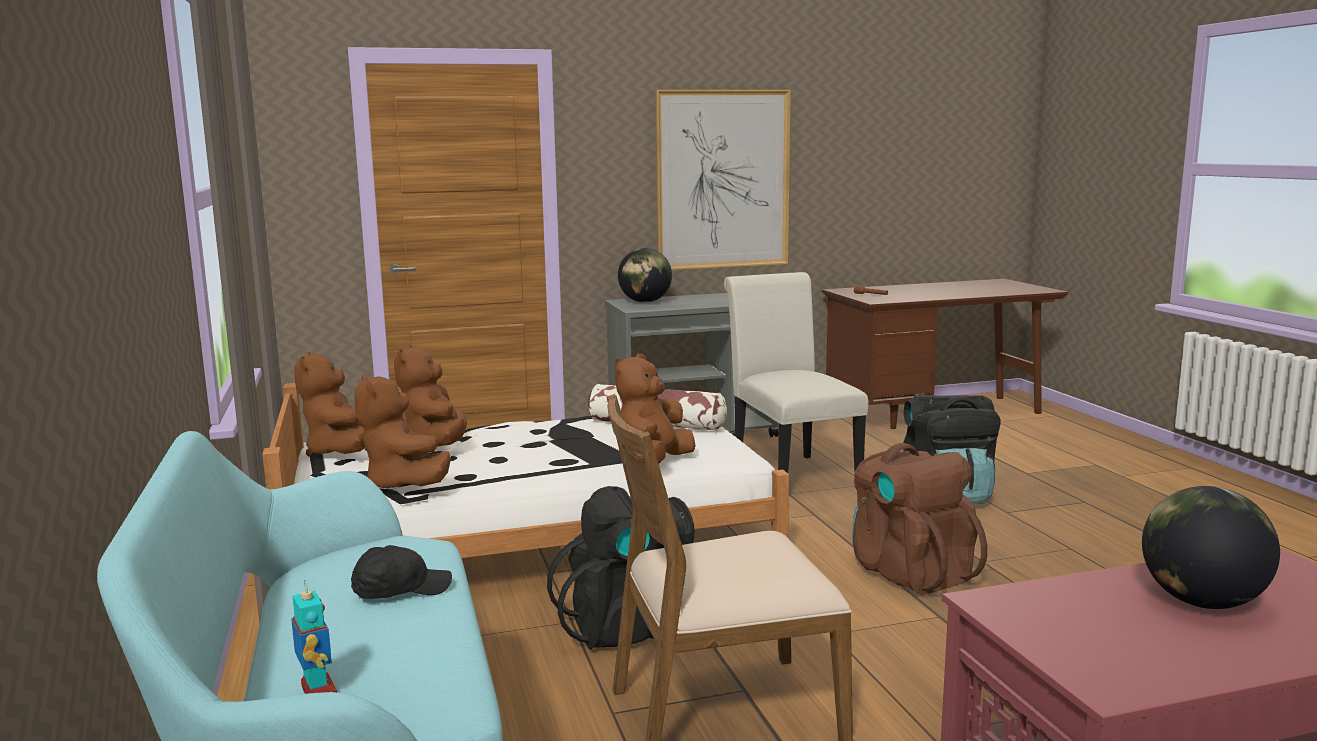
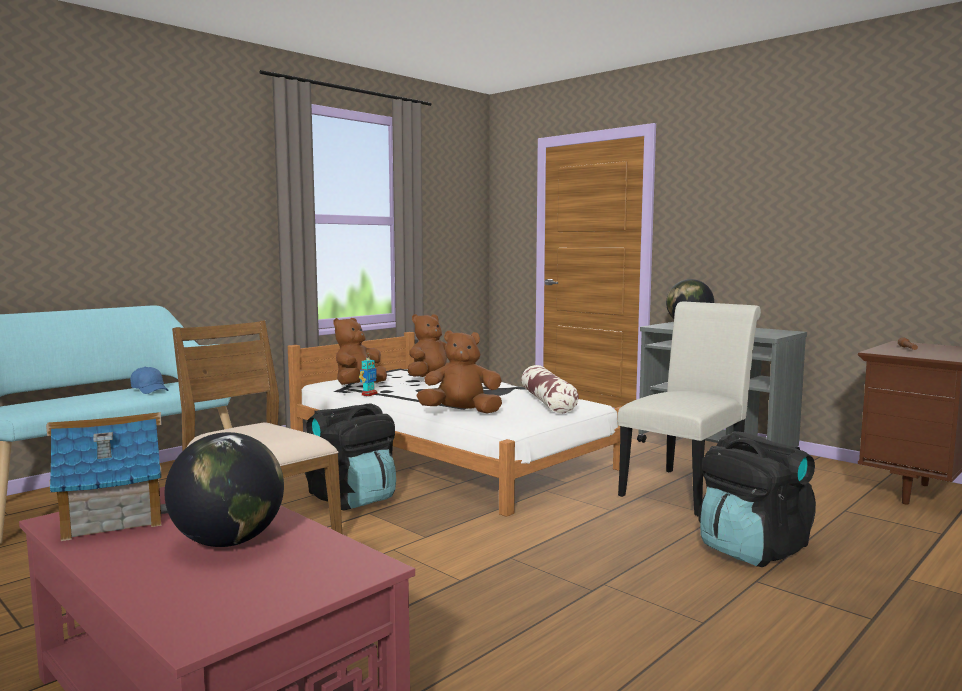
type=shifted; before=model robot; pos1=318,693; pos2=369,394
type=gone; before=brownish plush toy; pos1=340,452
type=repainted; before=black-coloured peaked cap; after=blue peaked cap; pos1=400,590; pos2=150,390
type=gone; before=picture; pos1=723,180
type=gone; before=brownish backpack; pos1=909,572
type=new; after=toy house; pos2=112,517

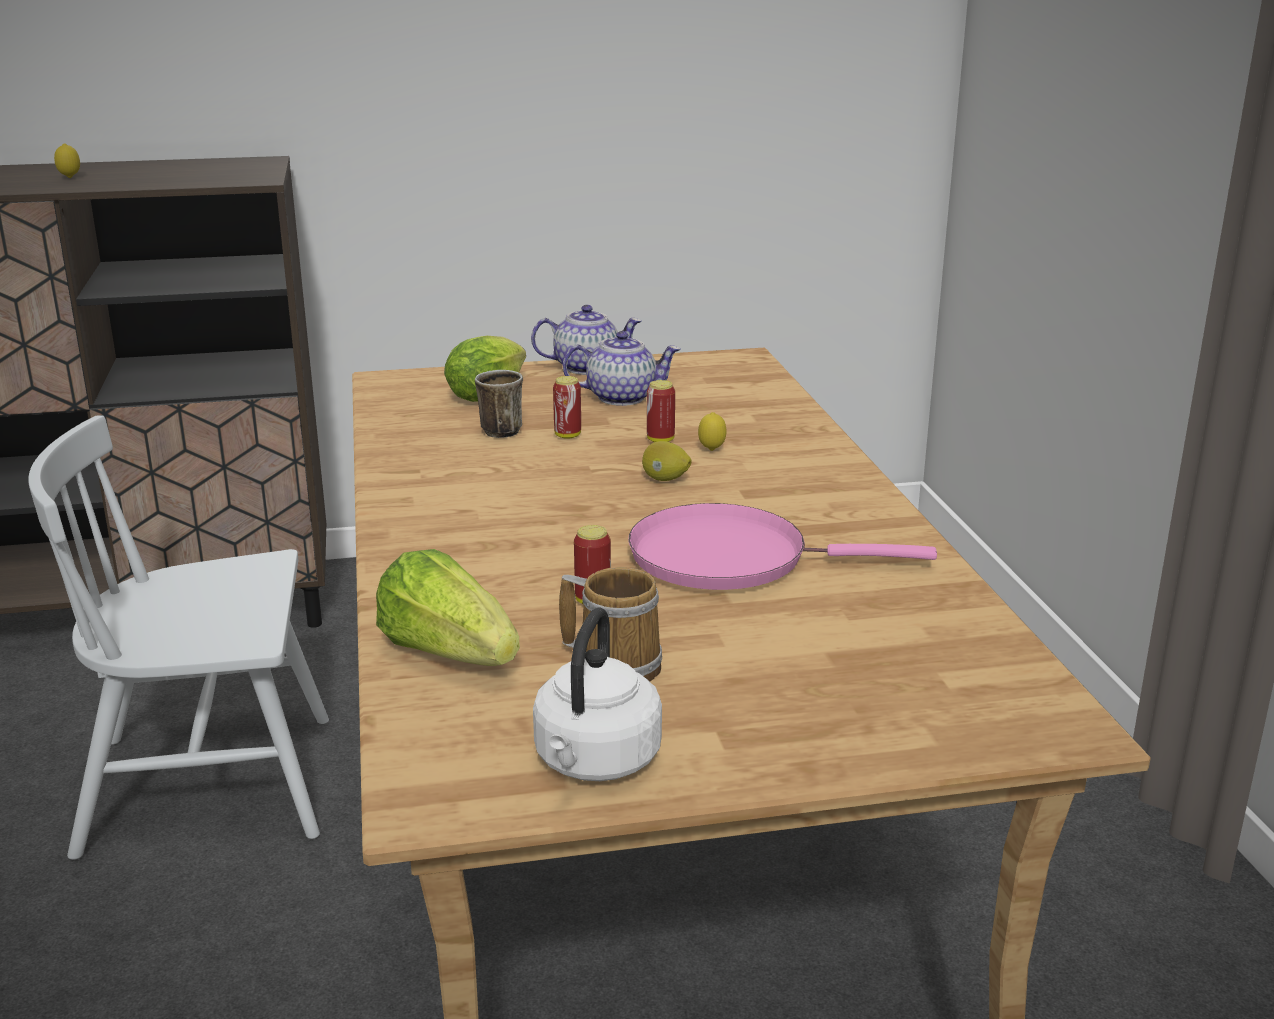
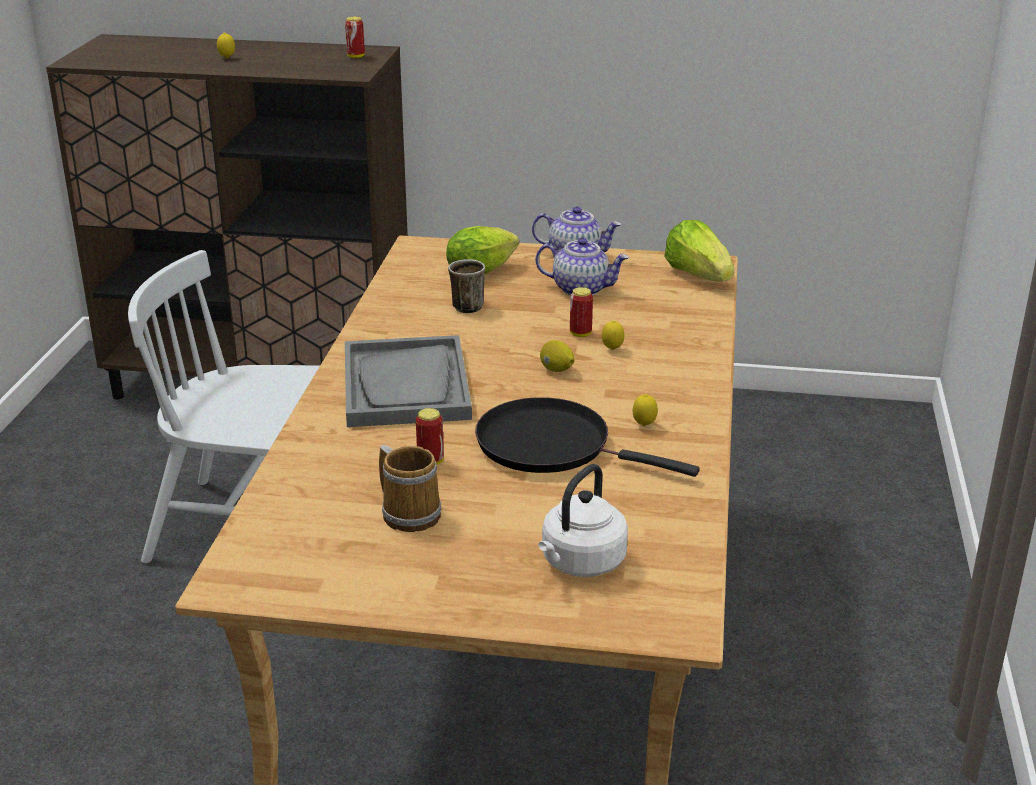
type=shifted; before=lettuce head; pos1=448,653; pos2=699,276
type=shifted; before=white-coloured kettle; pos1=595,763; pos2=580,563
type=shifted; before=can; pos1=567,435; pos2=356,57
type=repainted; before=pink pan; after=black-coloured pan; pos1=730,558; pos2=552,446
type=new; after=grey serving tray; pos2=406,385
type=new; after=whole lemon; pos2=644,425

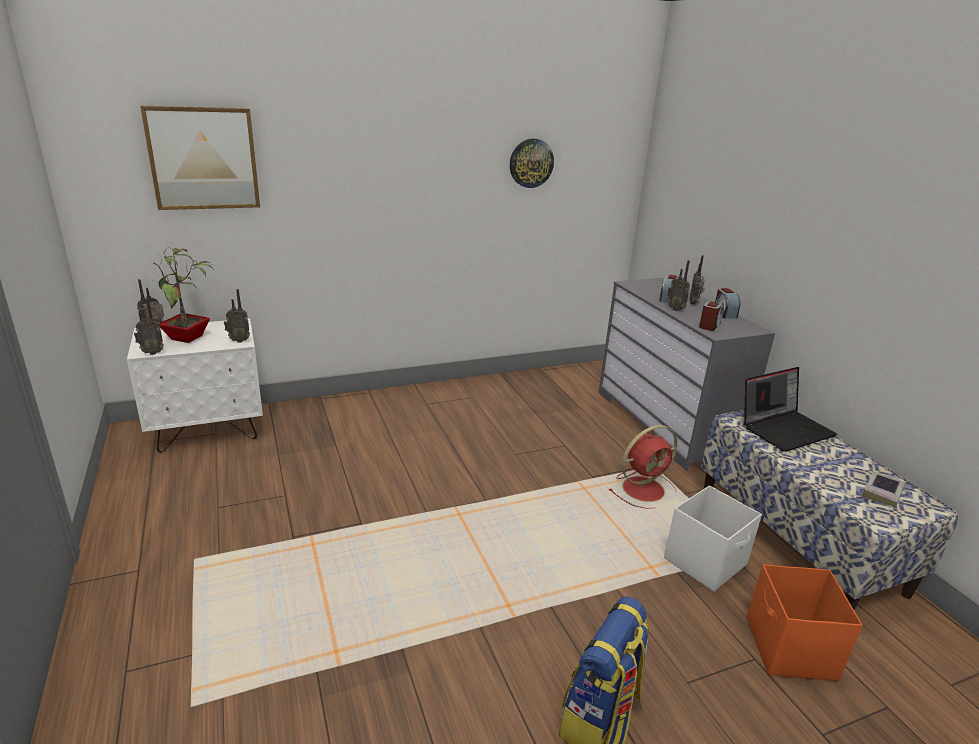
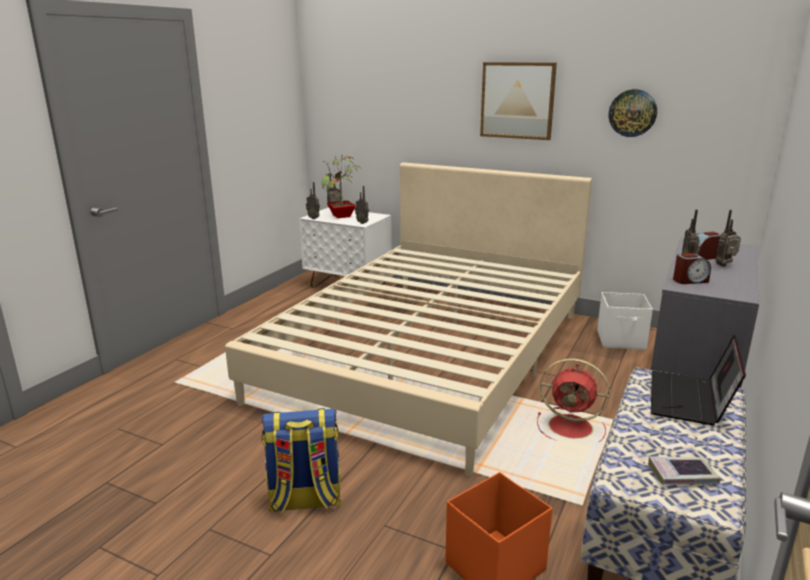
type=shifted; before=picture; pos1=203,158; pos2=517,100
type=shifted; before=white-coloured storage bin; pos1=706,562; pos2=621,340
type=gone; before=bedside clock; pos1=724,313
type=rotated; before=laptop; pos1=785,428; pos2=690,401; turn=90
type=new; after=beige-coloured bedroom bed; pos2=430,354

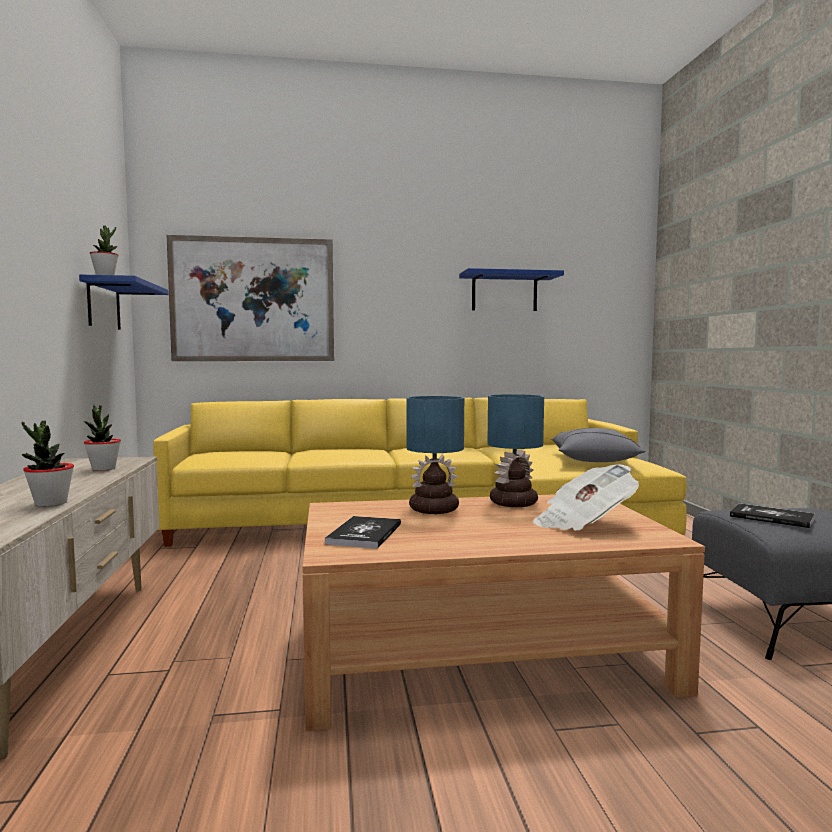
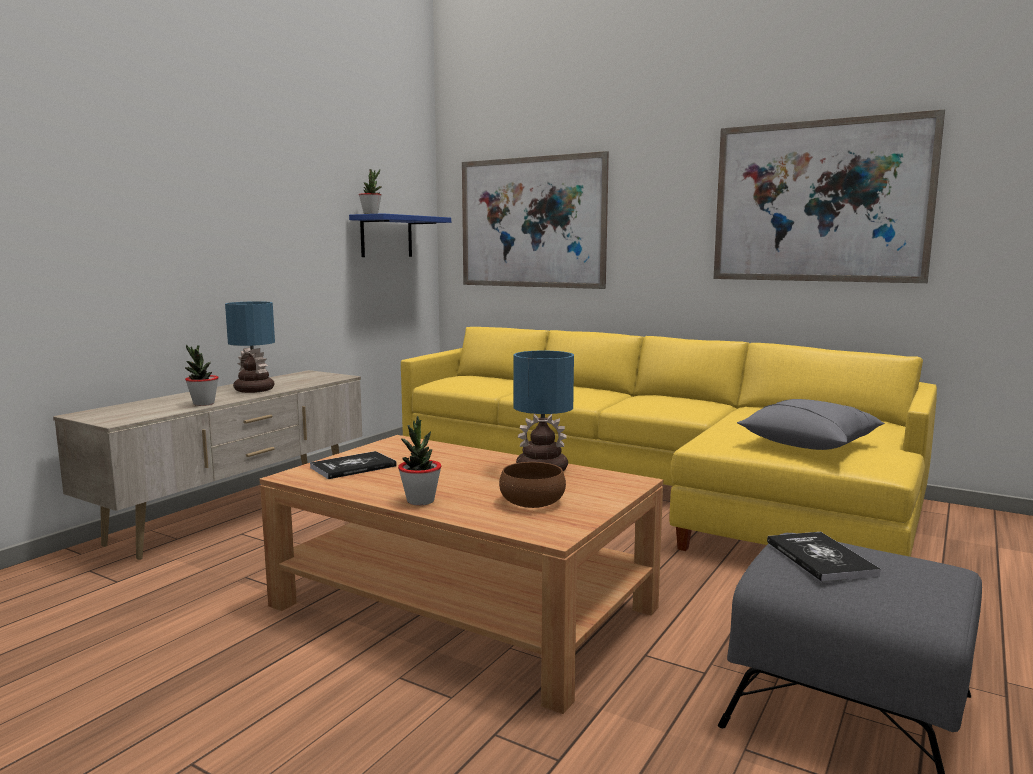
type=shifted; before=plant in a pot; pos1=103,469; pos2=420,501
type=shifted; before=tabletop lamp; pos1=435,509; pos2=256,390
type=swapped; before=blue shelf; after=picture; pos1=504,292; pos2=819,202
type=swapped; before=newspaper; after=brownish bowl; pos1=583,523; pos2=532,502

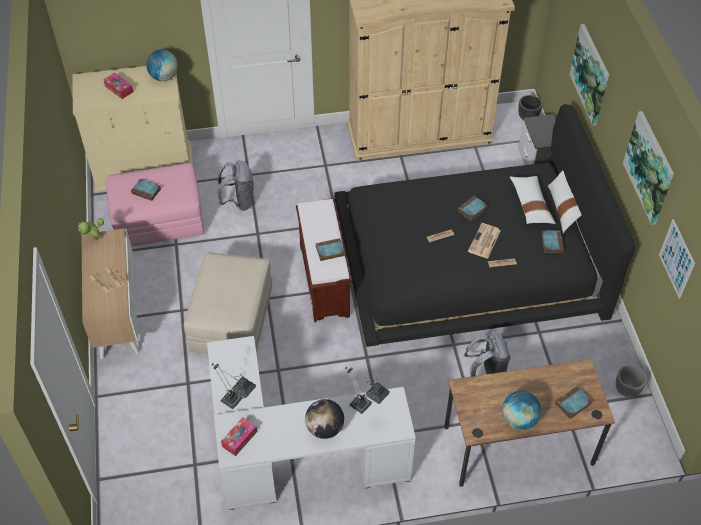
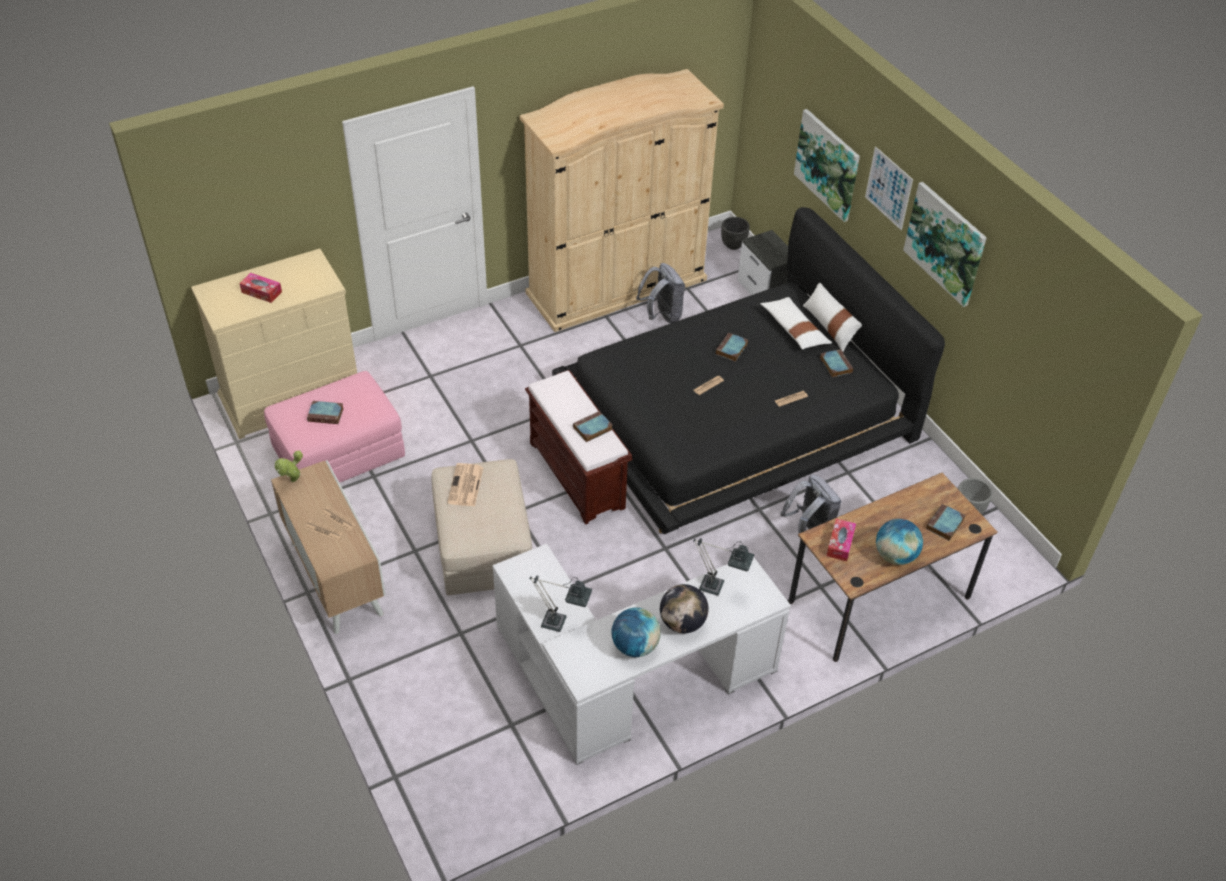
type=shifted; before=globe; pos1=164,77; pos2=635,646
type=shifted; before=grey backpack; pos1=239,201; pos2=662,315
type=shifted; before=box of tissues; pos1=239,439; pos2=840,544
type=shifted; before=newspaper; pos1=484,241; pos2=465,486
type=shifted; before=picture; pos1=676,259; pos2=888,188

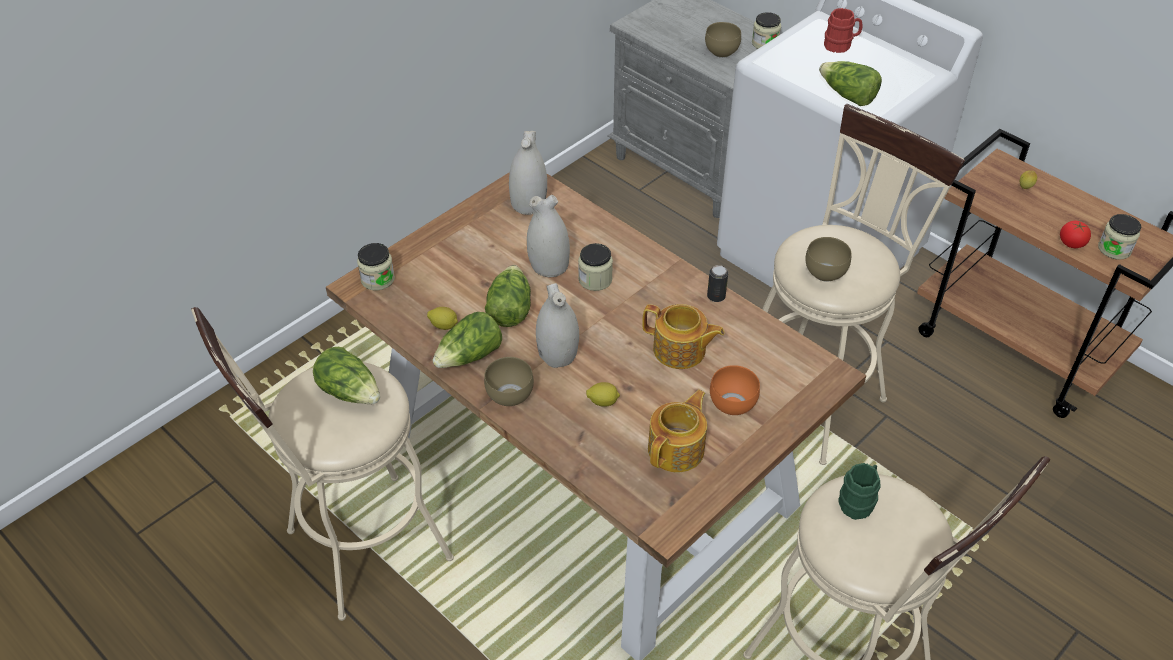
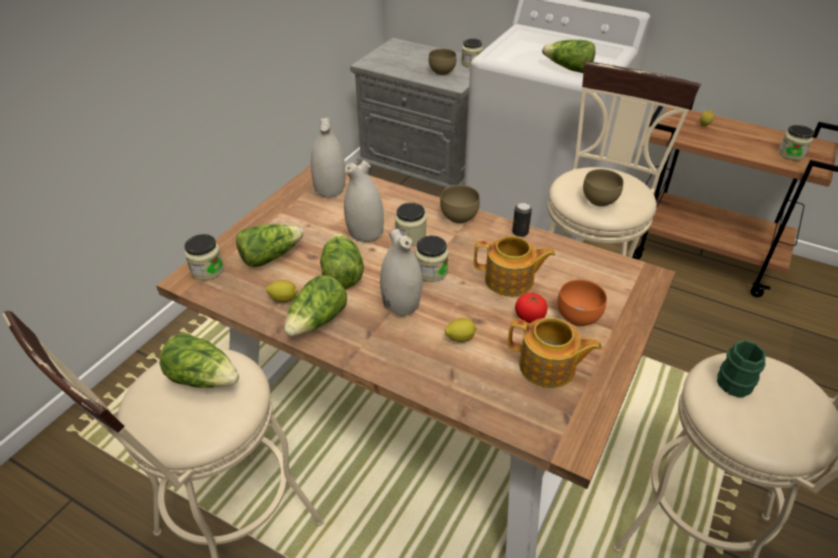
type=shifted; before=brownish bowl; pos1=511,396; pos2=460,217
type=rotated; before=pot for tea; pos1=677,449; pos2=548,367; turn=90
type=gone; before=red coffee mug; pos1=841,45
type=shifted; before=whole tomato; pos1=1071,243; pos2=529,317
type=new; after=lettuce head; pos2=270,256
type=new; after=storage jar; pos2=431,271

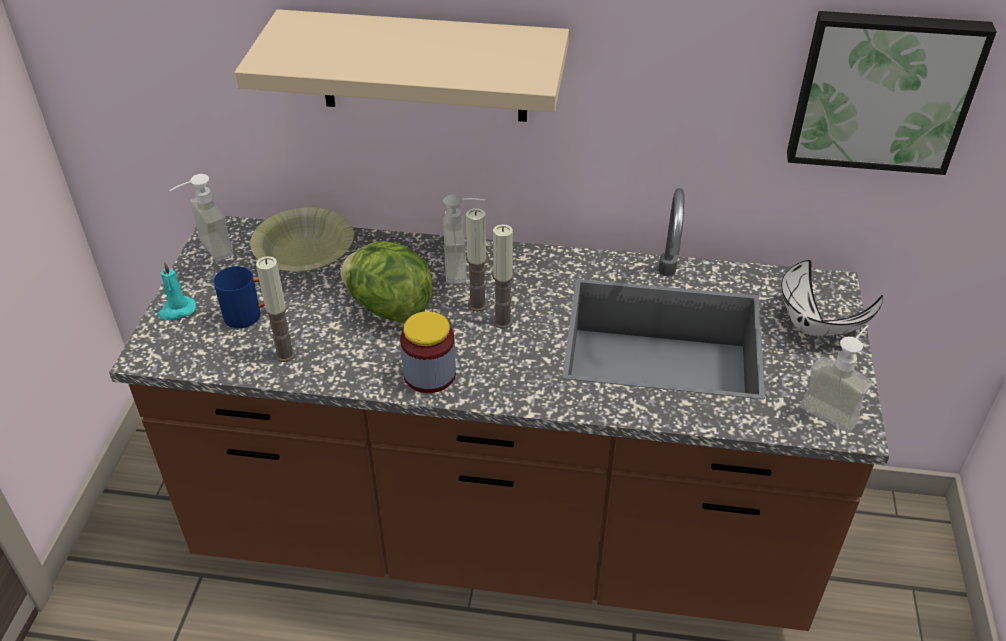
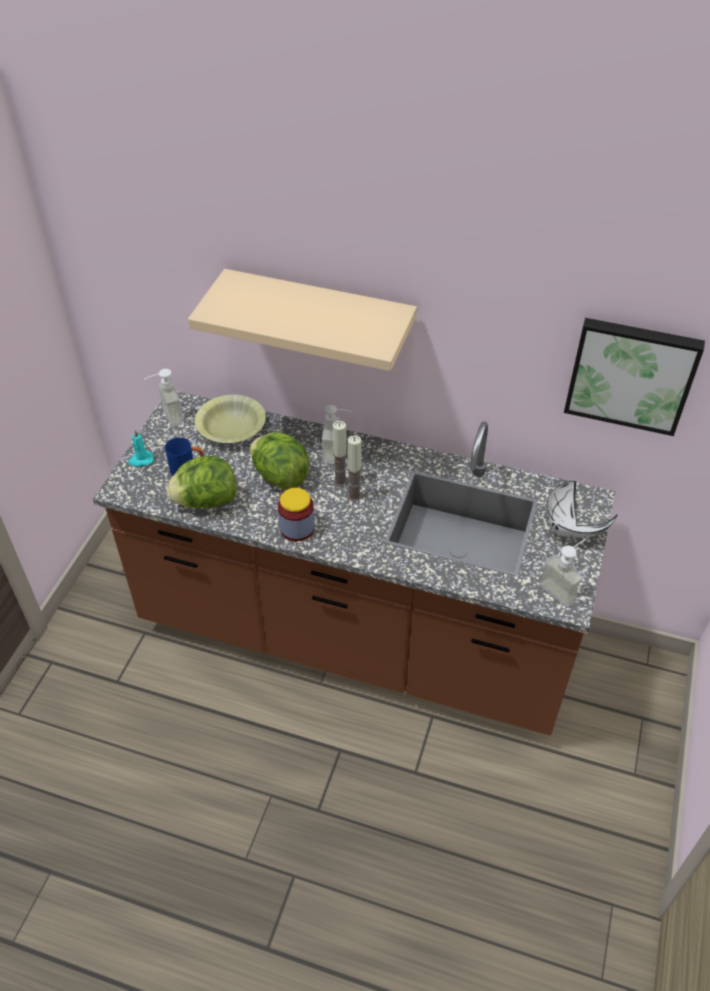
type=swapped; before=candle; after=lettuce head; pos1=285,354; pos2=206,501

